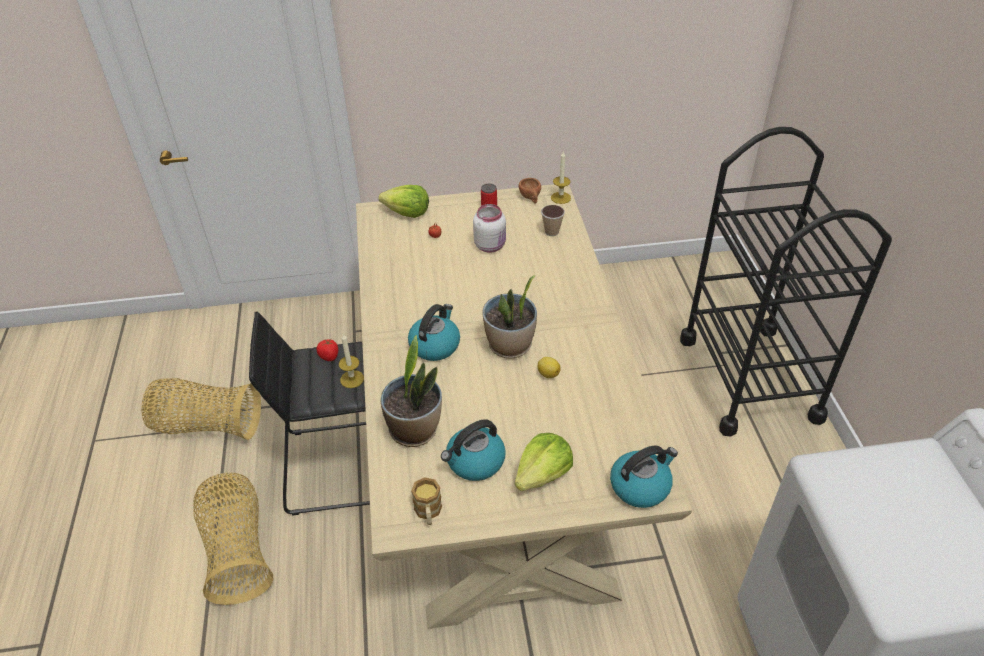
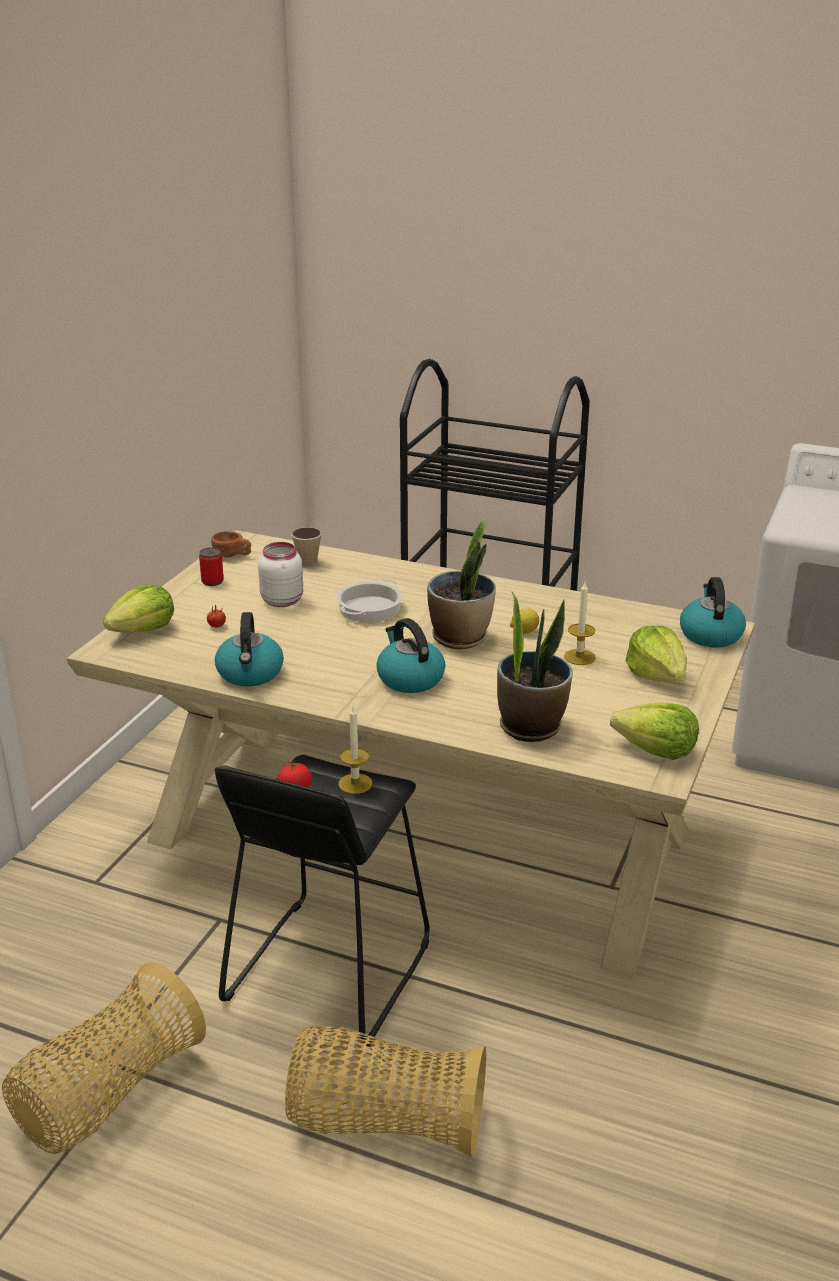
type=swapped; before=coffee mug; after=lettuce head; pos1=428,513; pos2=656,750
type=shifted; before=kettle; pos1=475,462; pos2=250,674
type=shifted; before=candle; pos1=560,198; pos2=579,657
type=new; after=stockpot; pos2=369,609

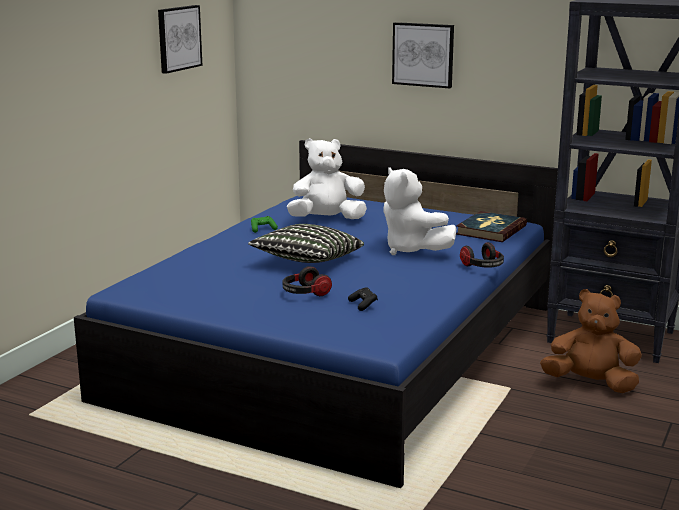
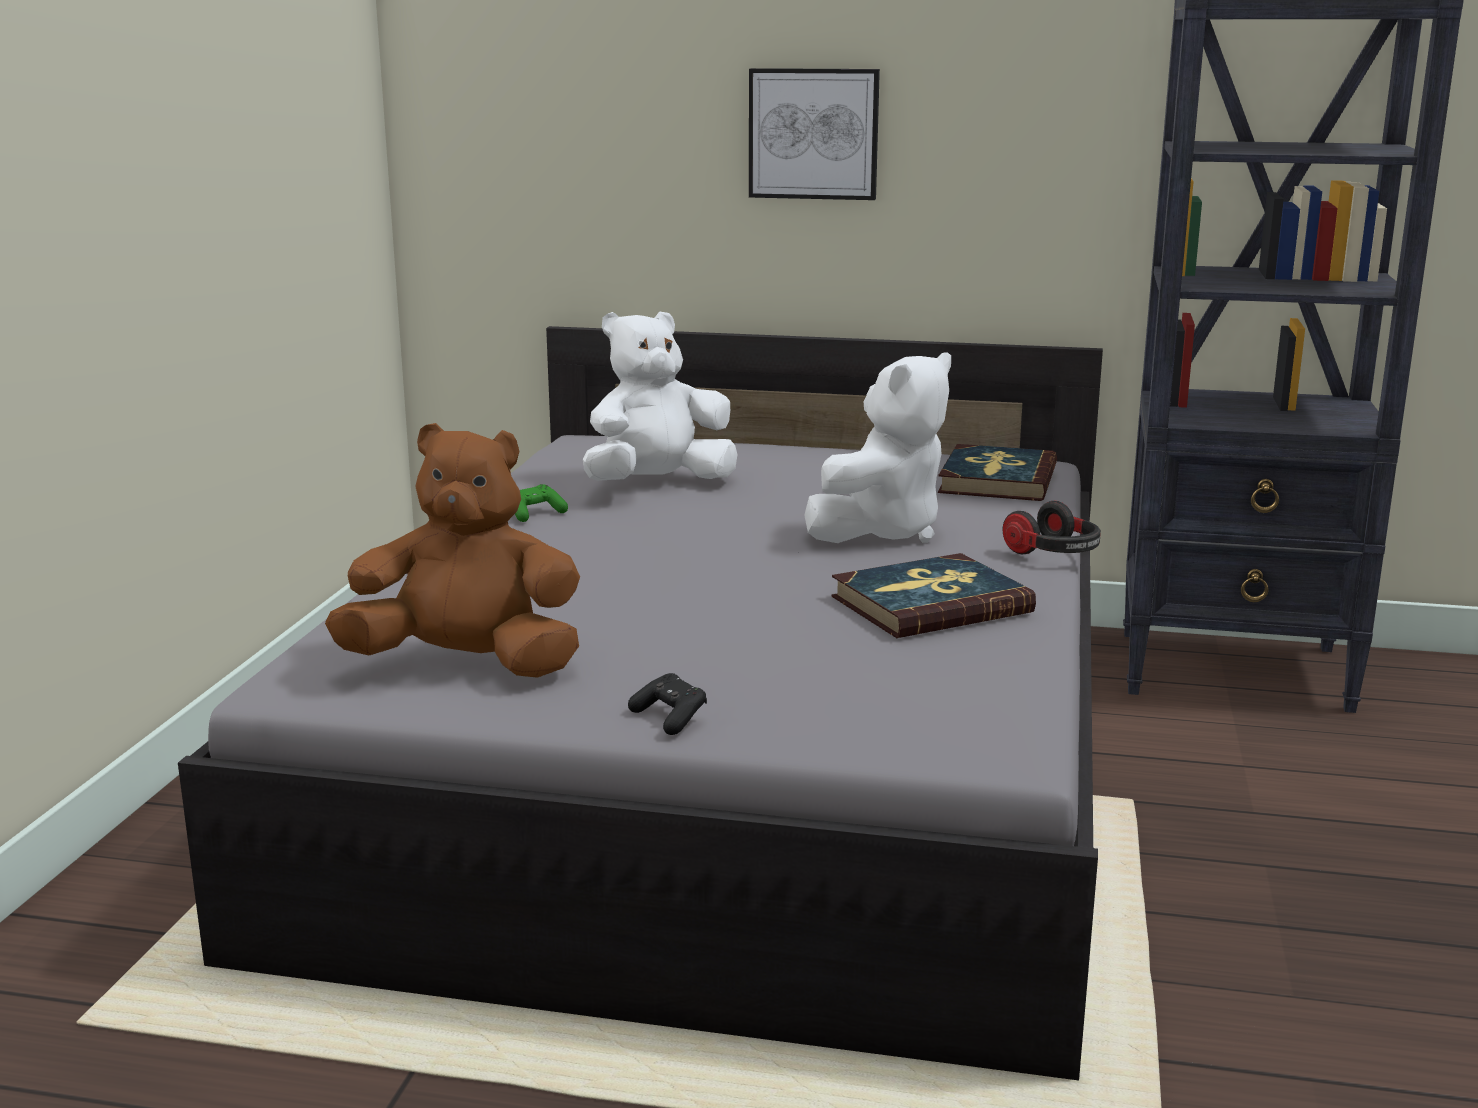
type=repainted; before=blue bedroom bed; after=grey bedroom bed; pos1=339,351; pos2=738,761
type=gone; before=picture; pos1=178,38
type=gone; before=cushion; pos1=307,261
type=gone; before=headset; pos1=305,293
type=shifted; before=black-coloured joypad; pos1=363,305; pos2=670,718
type=rotated; before=white-coloured plush toy; pos1=412,250; pos2=881,531; turn=-90
type=shifted; before=brownish plush toy; pos1=590,383; pos2=467,665
type=new; after=bound book; pos2=930,604

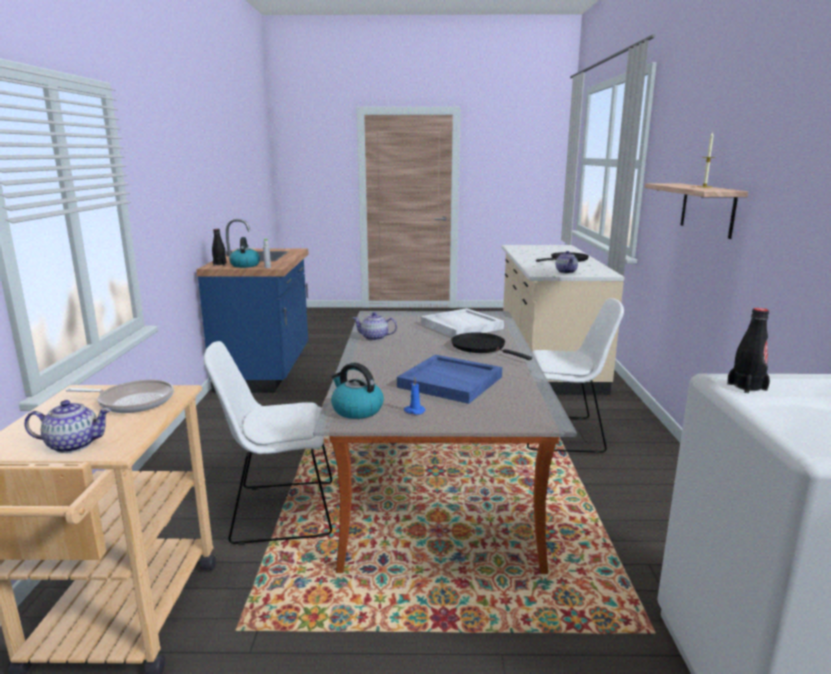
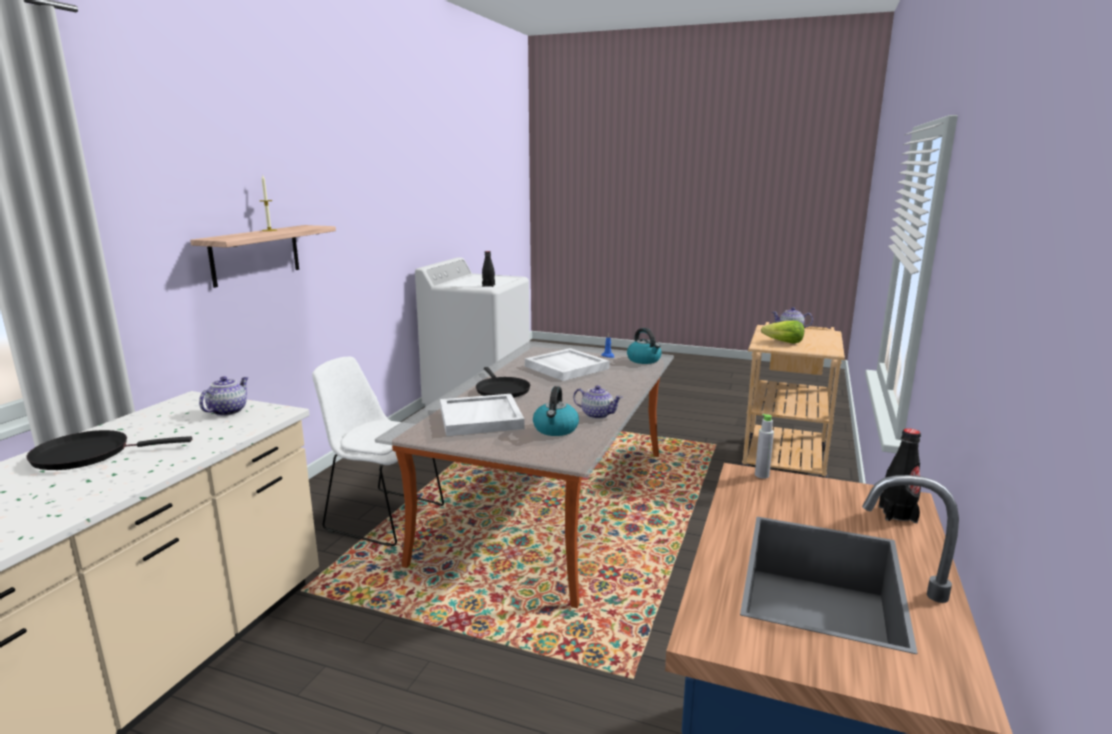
type=swapped; before=pan; after=lettuce head; pos1=132,401; pos2=783,342
type=gone; before=white-coloured plain chair; pos1=279,512
type=shifted; before=kettle; pos1=245,265; pos2=555,429
type=repainted; before=blue serving tray; after=white-coloured serving tray; pos1=451,382; pos2=565,367

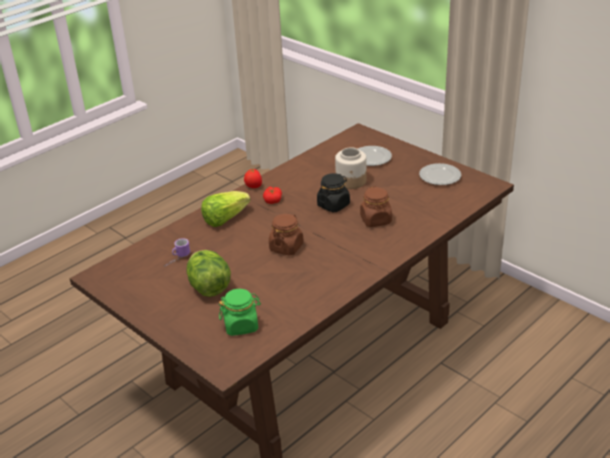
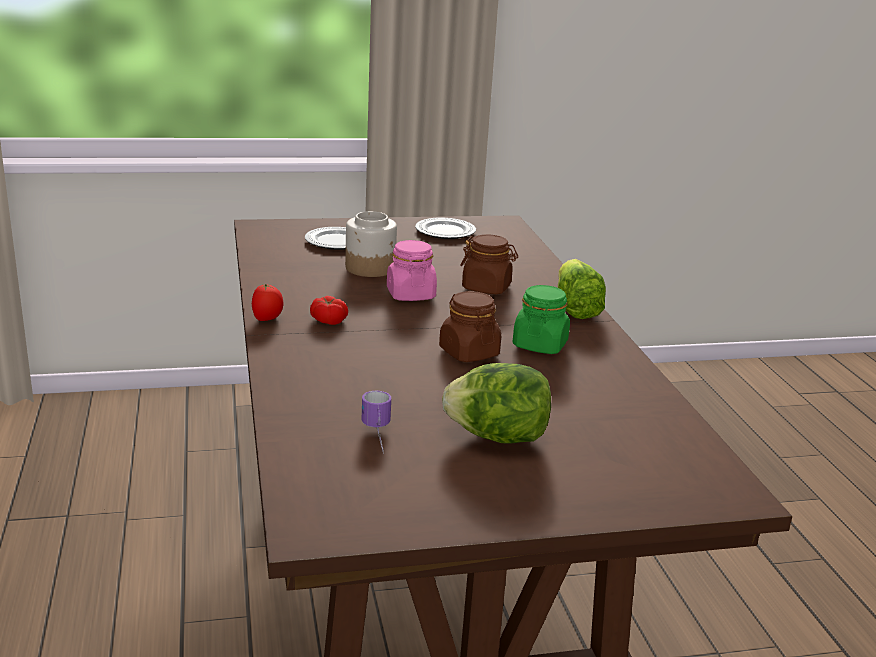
type=shifted; before=lettuce head; pos1=225,219; pos2=575,308
type=shifted; before=greenish storage jar; pos1=241,325; pos2=540,344
type=repainted; before=black-coloured storage jar; after=pink storage jar; pos1=333,205; pos2=410,294

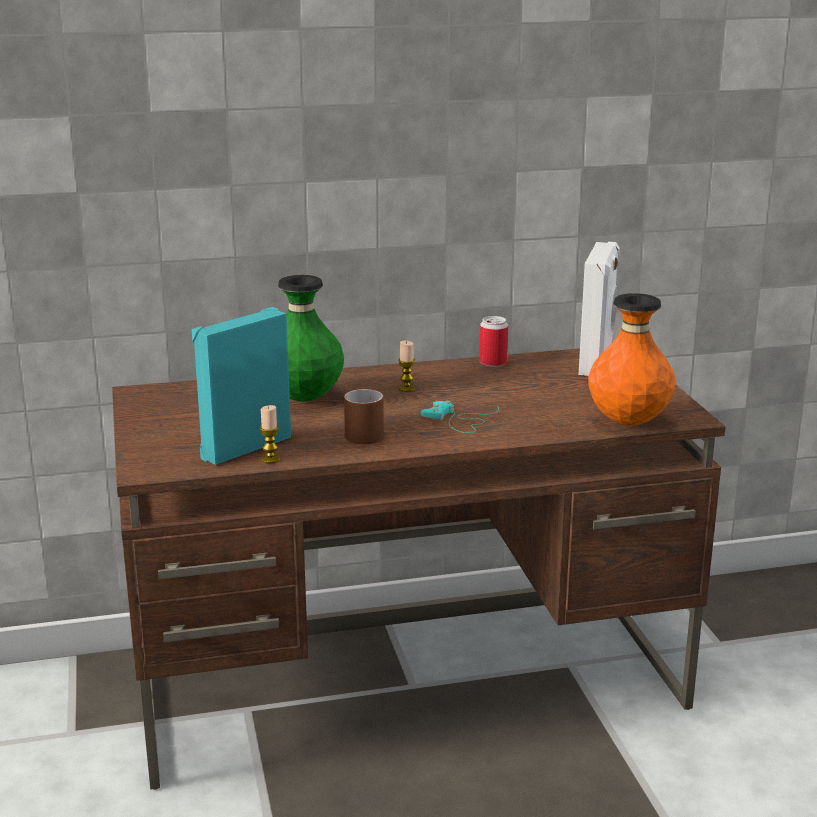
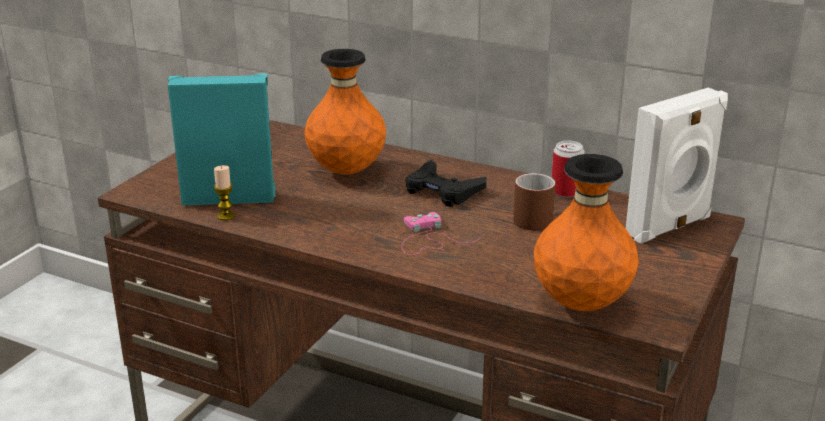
type=repainted; before=greenish flower vase; after=orange-coloured flower vase; pos1=304,399; pos2=346,171
type=shifted; before=brownish coffee mug; pos1=362,433; pos2=536,218
type=swapped; before=candle; after=black-coloured joypad; pos1=406,388; pos2=442,190
type=repainted; before=blue-green joypad; after=pink joypad; pos1=459,421; pos2=428,239

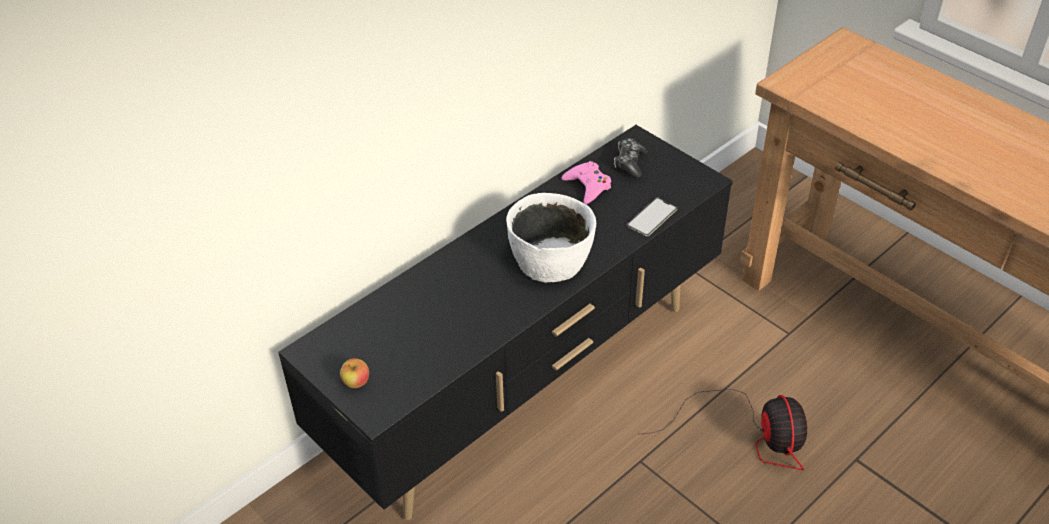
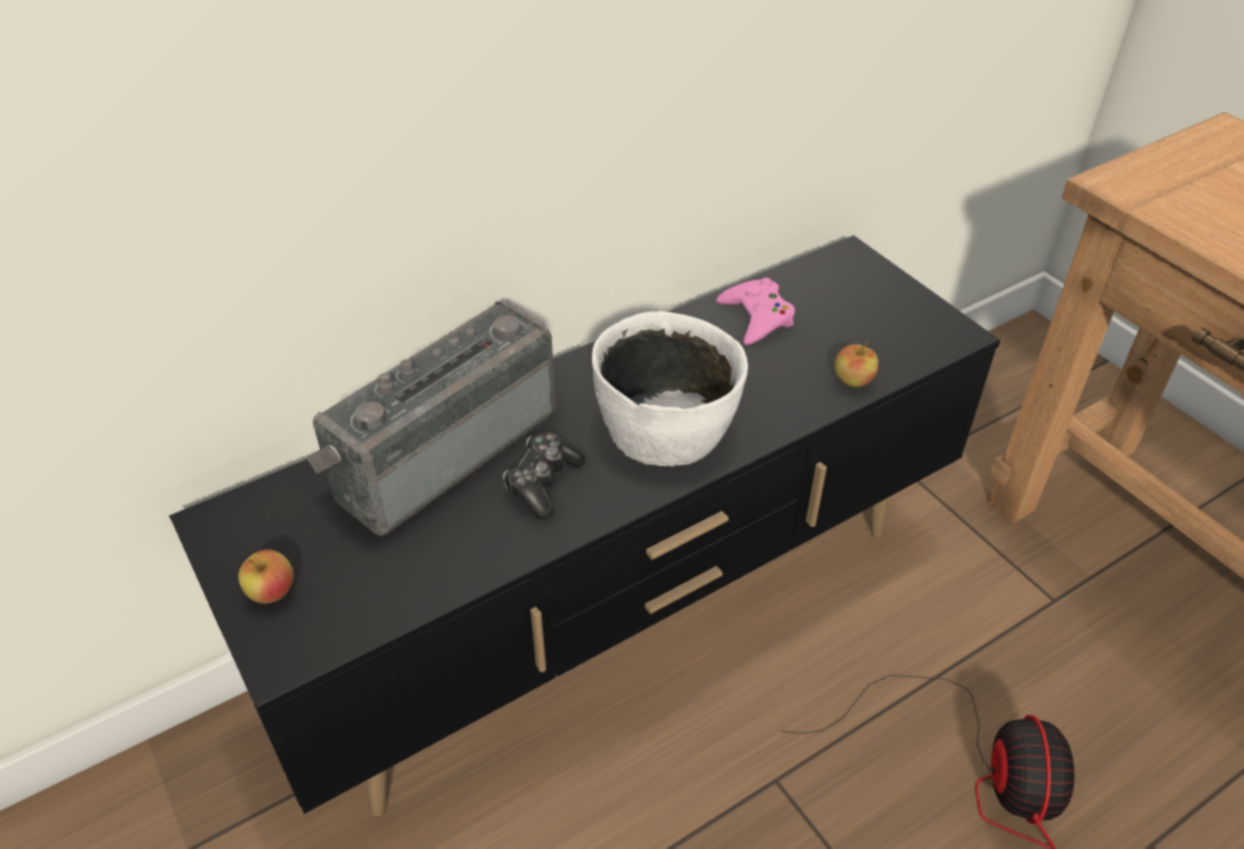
type=shifted; before=joypad; pos1=629,163; pos2=543,482
type=swapped; before=phone; after=apple; pos1=652,217; pos2=852,381
type=new; after=radio set; pos2=441,449

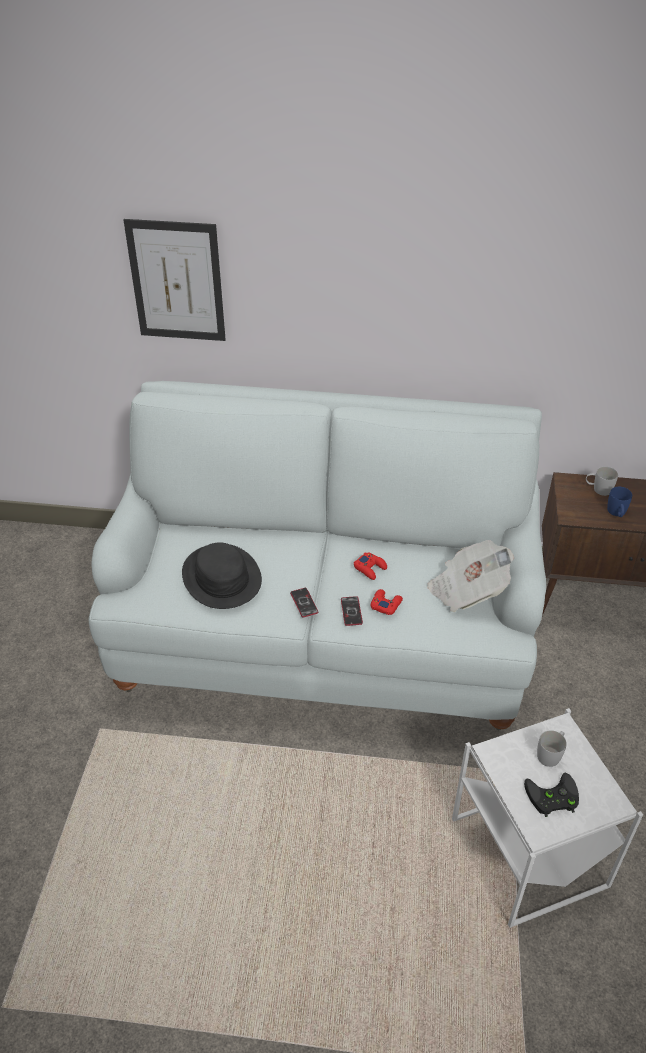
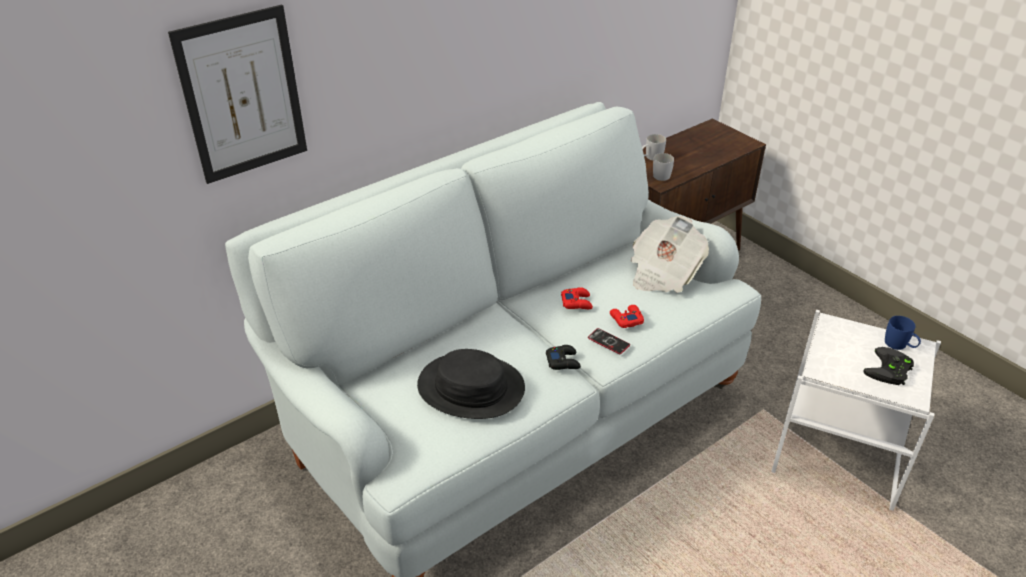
type=swapped; before=phone; after=black-coloured joypad; pos1=304,603; pos2=563,361
type=shifted; before=white-coloured coffee mug; pos1=551,754; pos2=660,174
type=shifted; before=blue coffee mug; pos1=617,513; pos2=899,345

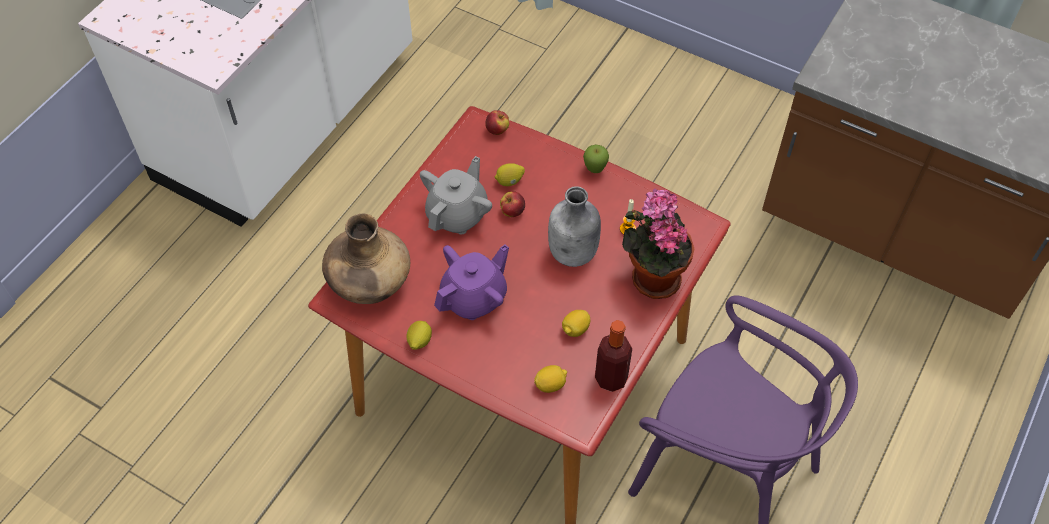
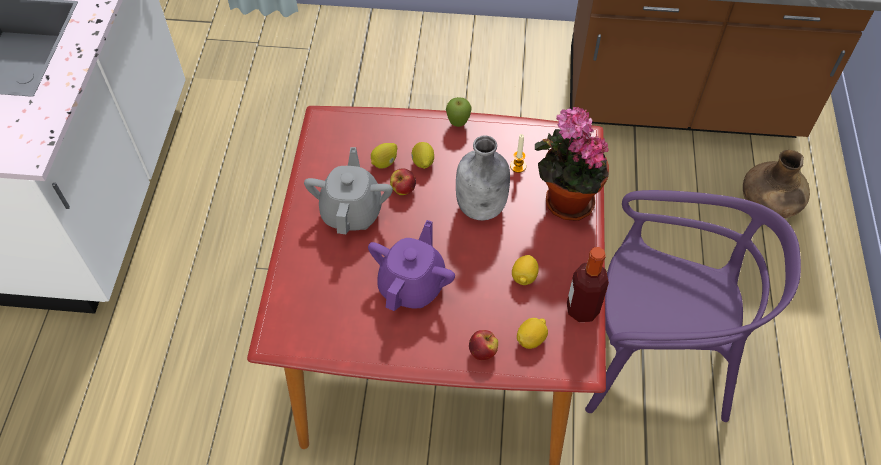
type=shifted; before=brownish flower vase; pos1=369,284; pos2=767,206
type=shifted; before=whole lemon; pos1=419,341; pos2=423,162
type=shifted; before=apple; pos1=497,130; pos2=483,351

